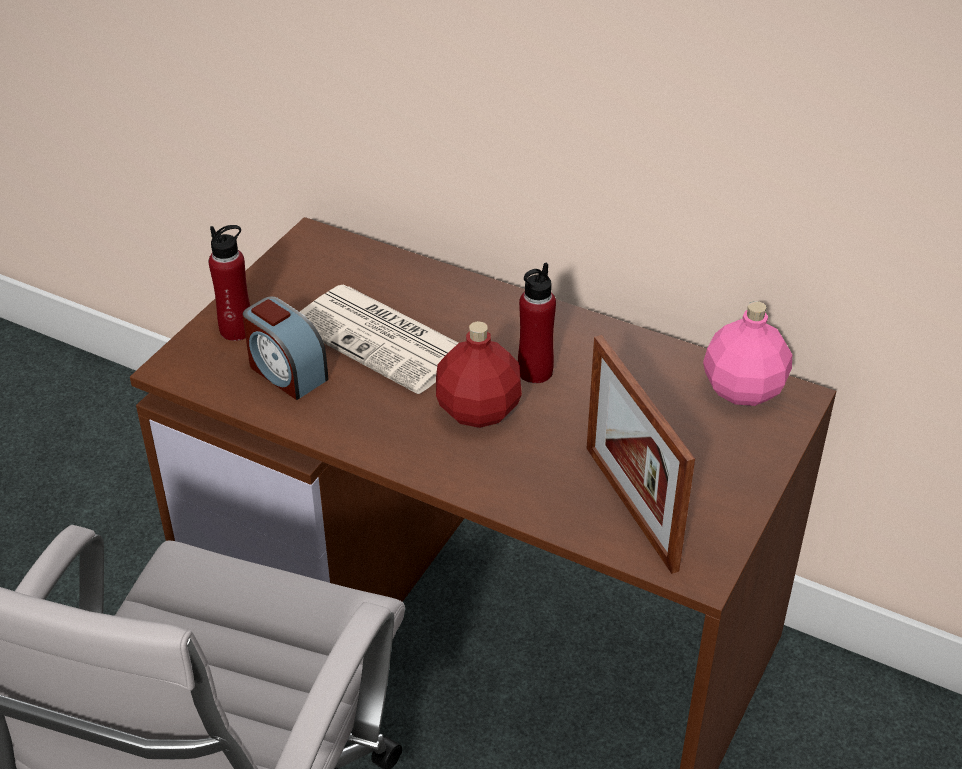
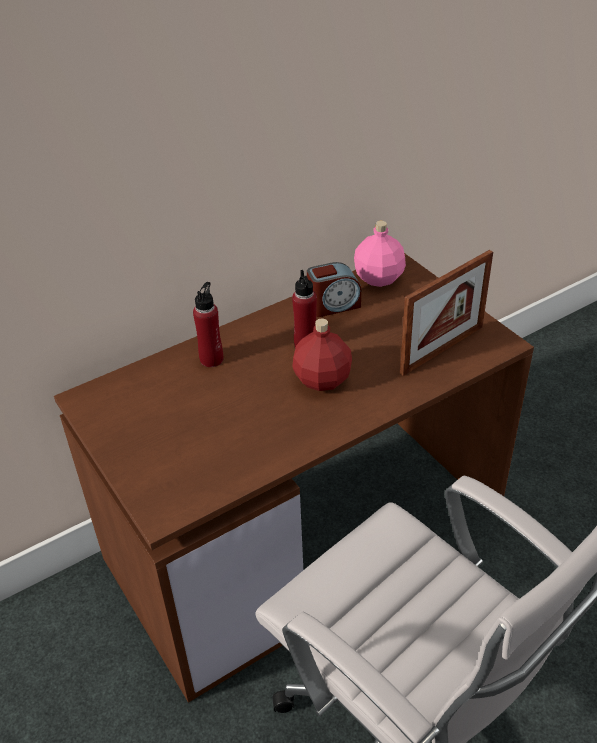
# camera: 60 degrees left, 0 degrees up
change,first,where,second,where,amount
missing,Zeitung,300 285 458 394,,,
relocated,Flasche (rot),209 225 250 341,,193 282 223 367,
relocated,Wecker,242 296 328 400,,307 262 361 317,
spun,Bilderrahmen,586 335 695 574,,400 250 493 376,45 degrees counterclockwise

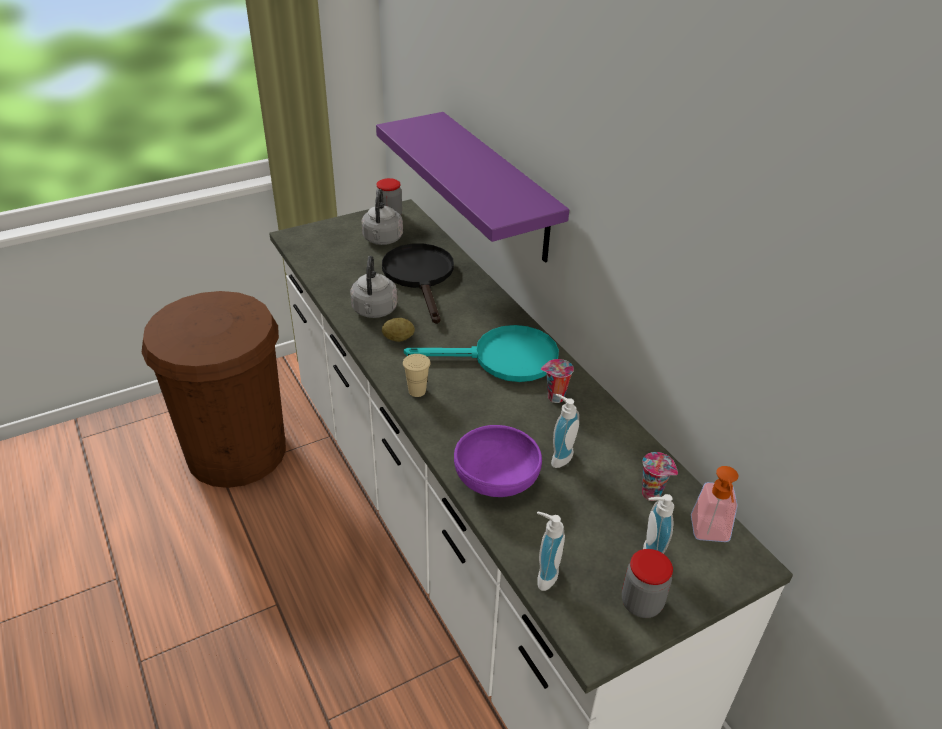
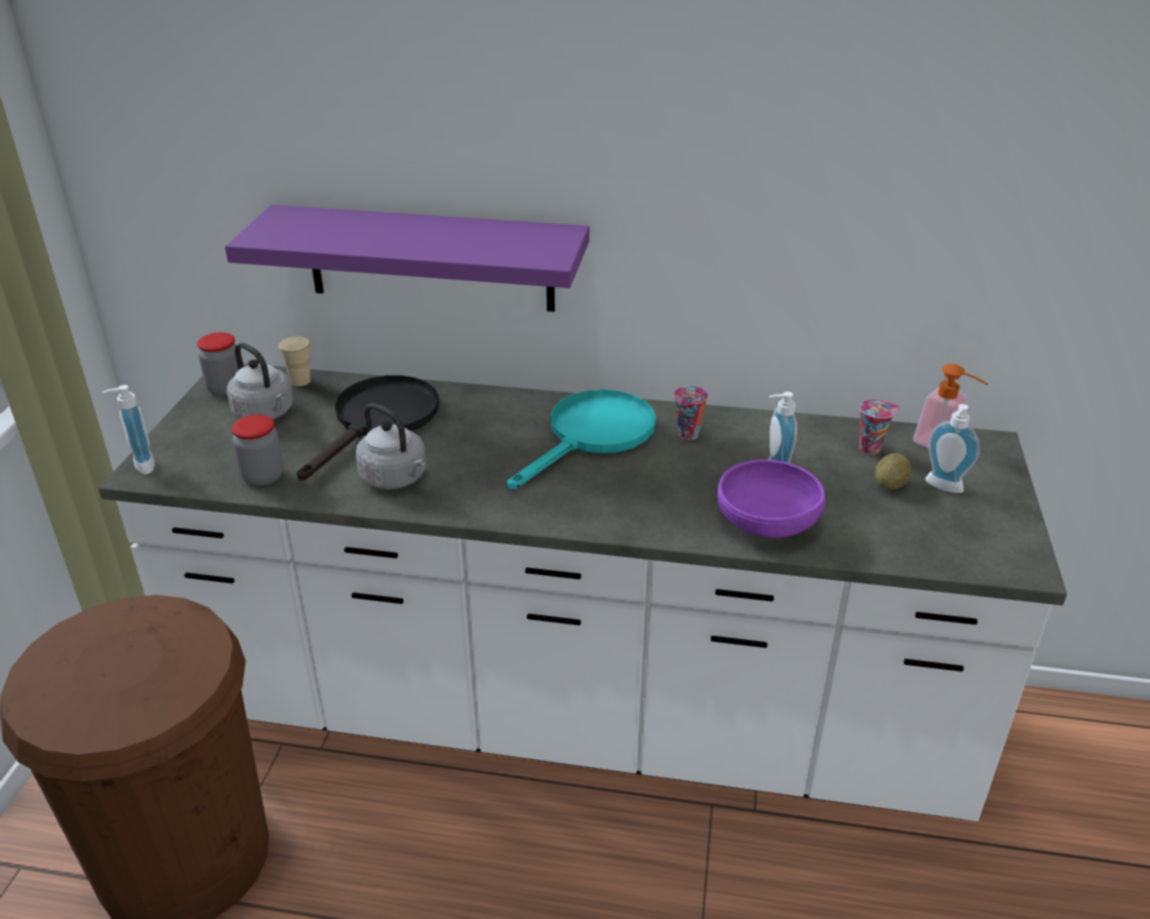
# camera: 50 degrees left, 5 degrees down
change,first,where,second,where,amount
relocated,Kartoffel,382 318 415 342,,875 453 911 490,
relocated,Tasse (beige),403 354 431 397,,279 337 310 386,
relocated,Seifenspender,537 511 565 591,,102 385 155 474,
relocated,Vorratsglas,622 549 673 618,,231 415 284 486,
spun,Pfanne (schwarz),382 243 454 324,,297 375 439 480,90 degrees clockwise

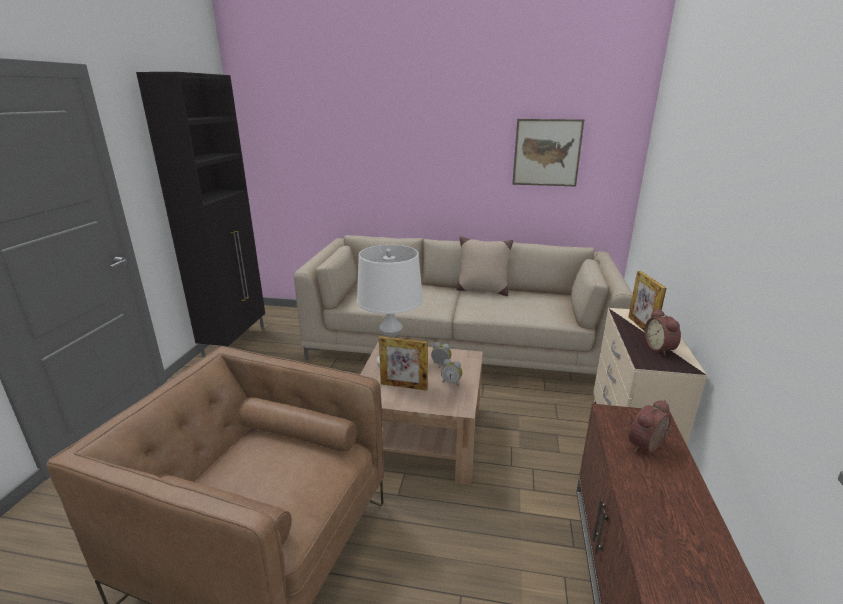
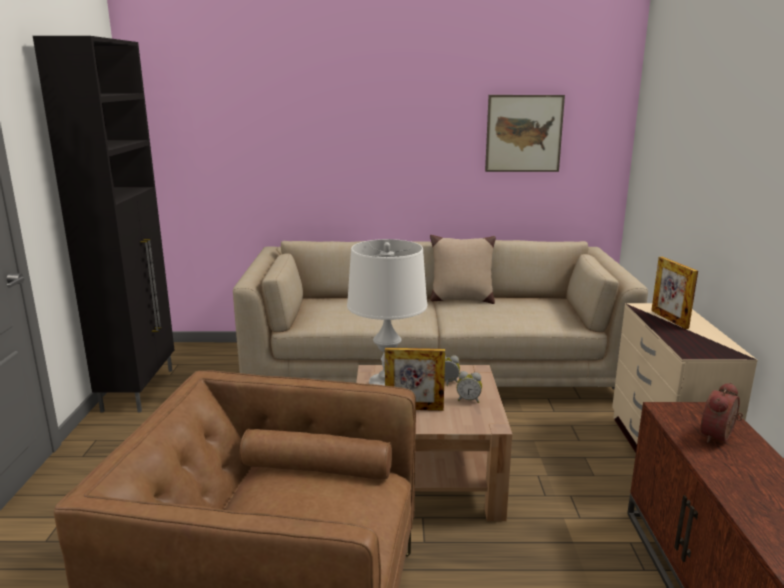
# camera: 10 degrees left, 5 degrees down
change,first,where,second,where,amount
missing,Wecker,644 308 681 356,,,

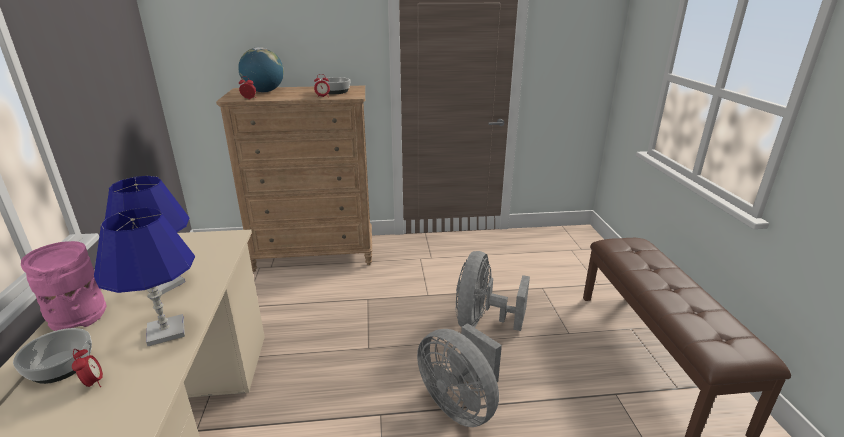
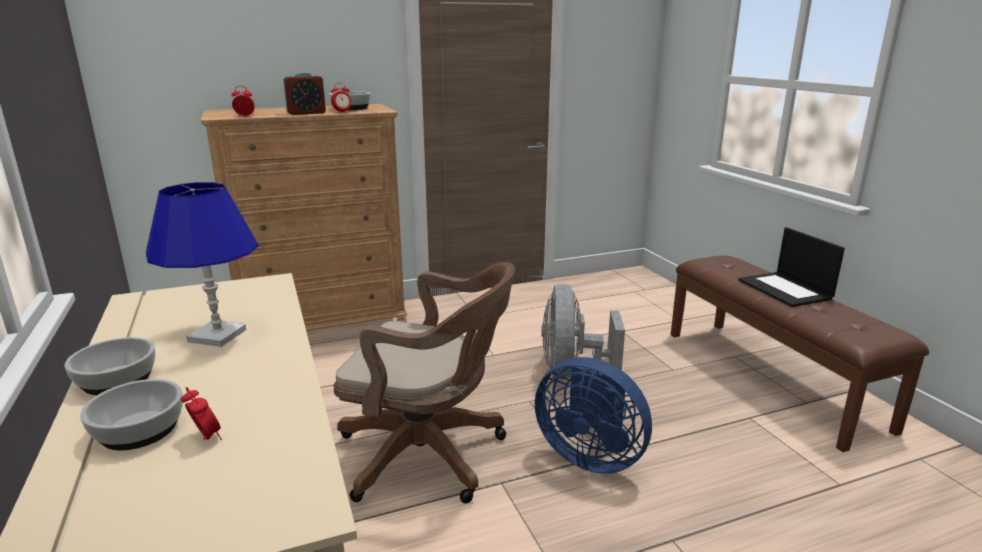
# camera: 15 degrees left, 5 degrees down
change,first,where,second,where,amount
missing,Tischlampe (blau),94 207 195 346,,,
missing,Globus,238 47 284 92,,,
appeared,,,Wecker,283 72 326 115,
appeared,,,Bürostuhl (braun),334 262 515 504,
appeared,,,Laptop,738 227 845 307,
exchanged,Vase (rosa),21 241 107 331,Schüssel,65 337 156 395,
colour,Ventilator (grau),417 323 502 427,Ventilator (blau),535 357 652 474,

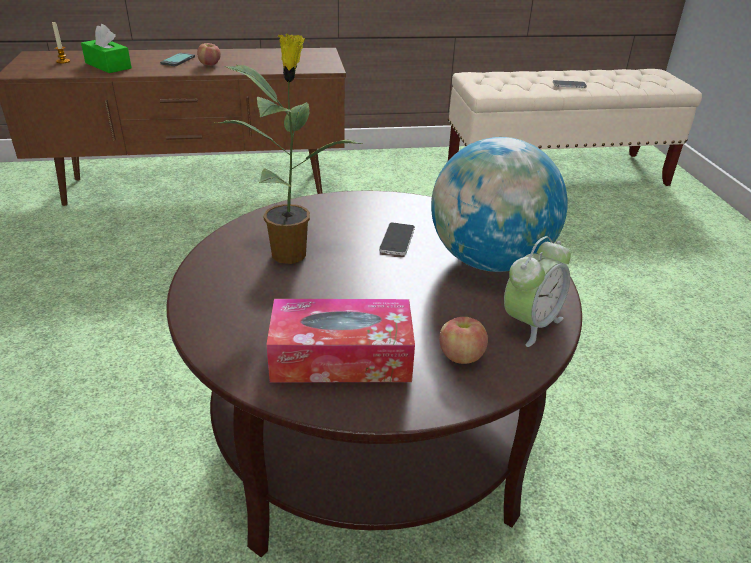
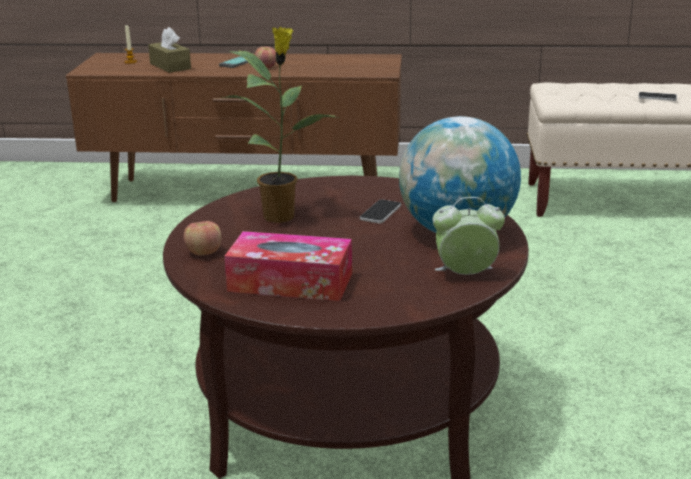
# camera: 15 degrees right, 10 degrees down
change,first,where,second,where,amount
relocated,Apfel,439 317 488 364,,183 221 222 255,
colour,Taschentuchbox (grün),81 24 132 73,Taschentuchbox (braun),148 27 191 73,
spun,Wecker,504 236 571 347,,433 197 505 275,150 degrees counterclockwise

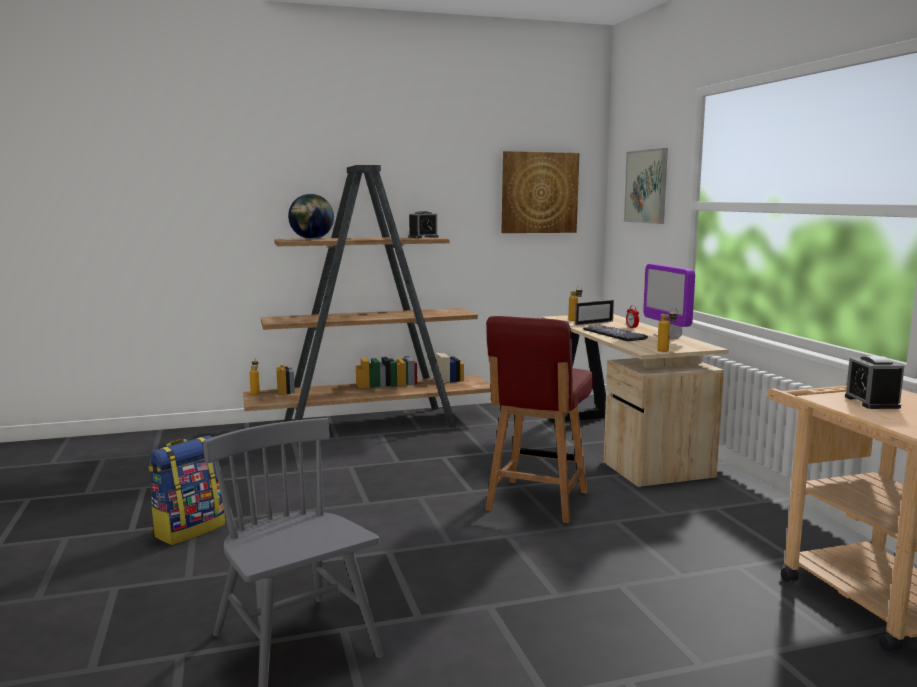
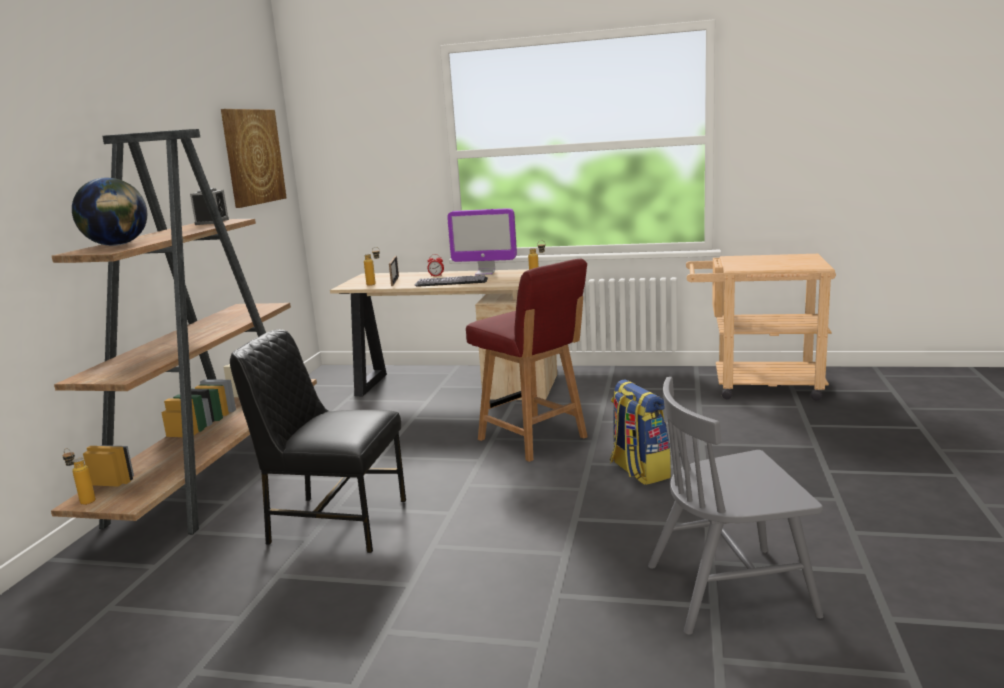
# camera: 60 degrees left, 5 degrees up
change,first,where,second,where,amount
missing,Bild,624 148 668 224,,,
missing,Wecker,845 356 904 409,,,
appeared,,,Stuhl (schwarz),230 329 406 553,
relocated,Rucksack,149 436 225 545,,610 379 671 485,

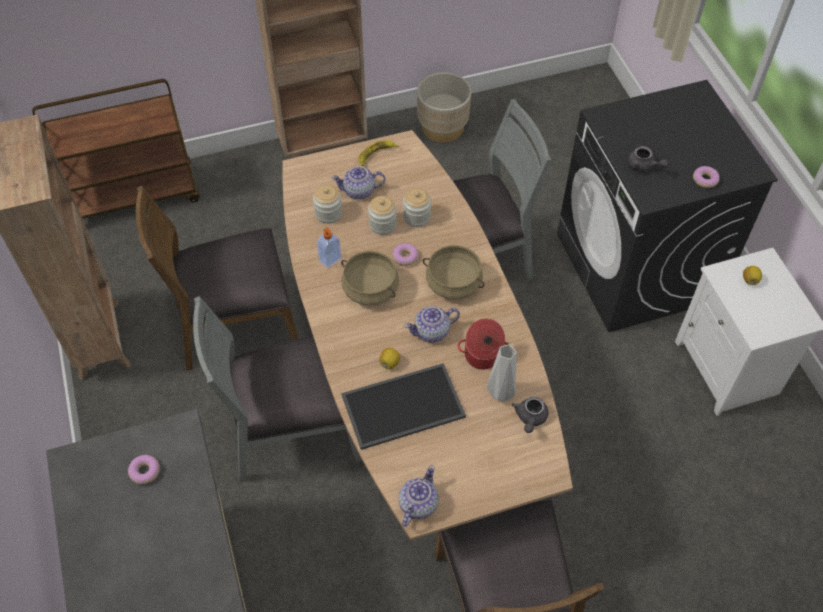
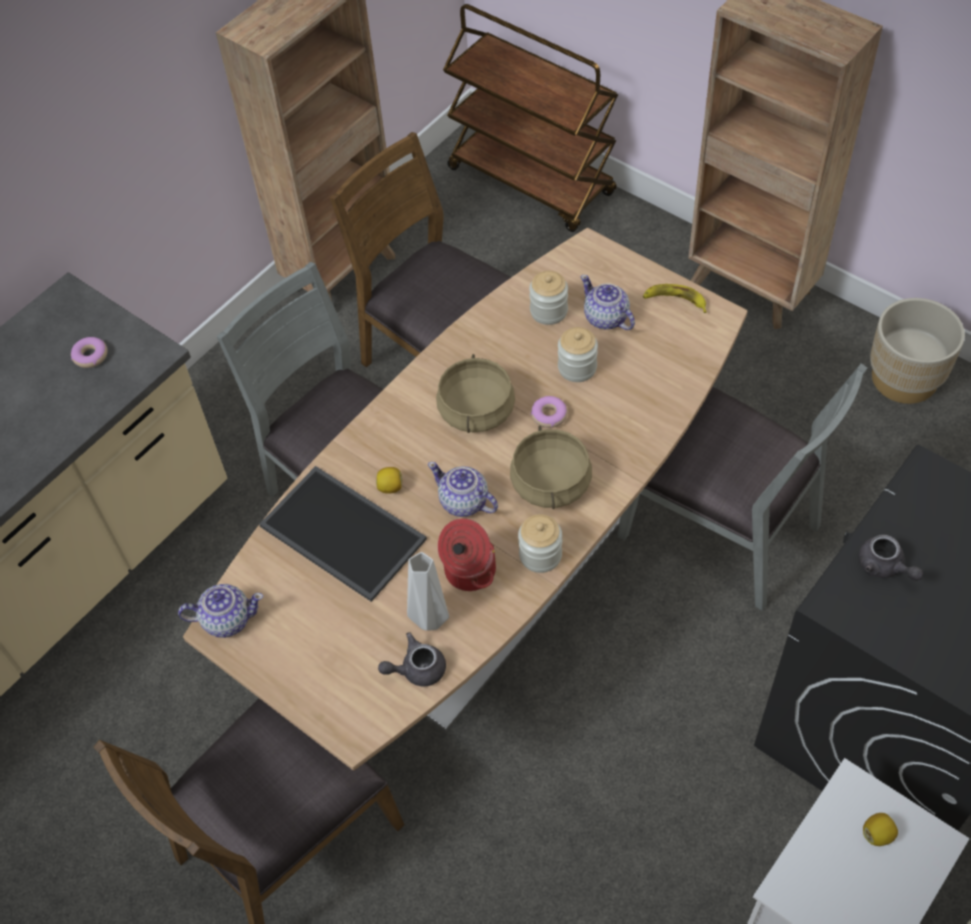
# camera: 60 degrees right, 0 degrees up
change,first,where,second,where,amount
missing,Seifenspender,317 228 342 269,,,
missing,Donut,693 166 720 188,,,
relocated,Vorratsglas,403 188 431 227,,518 514 562 573,
spun,Teekanne (grau),628 146 669 172,,858 535 923 581,45 degrees counterclockwise

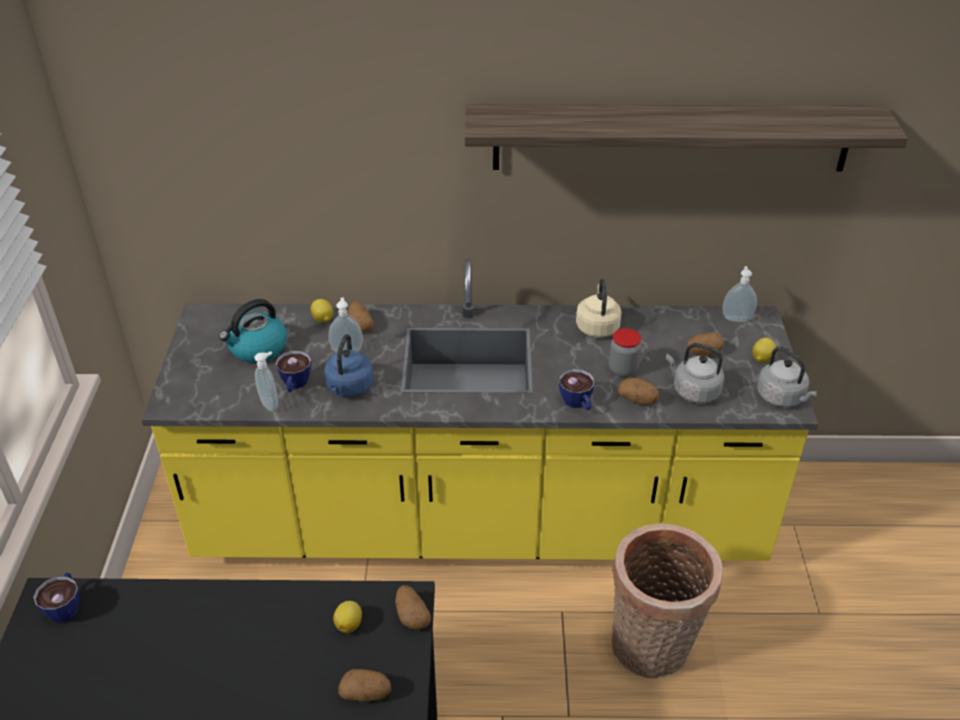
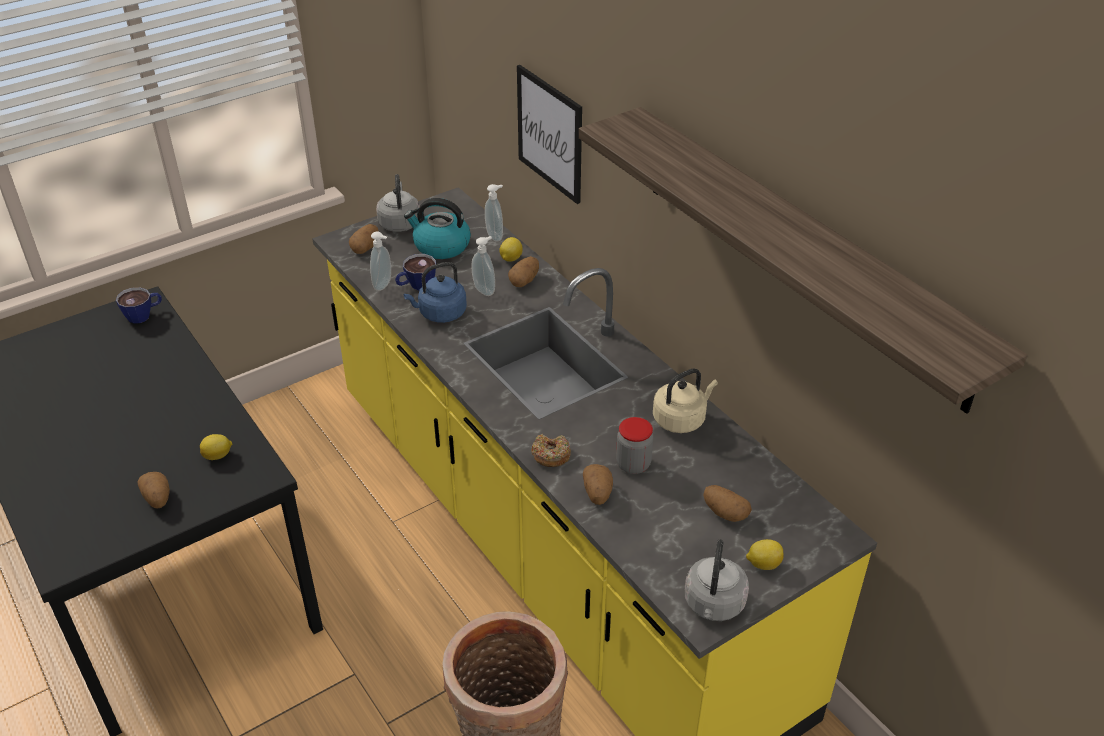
# camera: 55 degrees right, 0 degrees up
change,first,where,second,where,amount
appeared,,,Bild,517 65 582 204,
relocated,Kartoffel,395 585 431 629,,349 224 379 254,
relocated,Wasserkessel (grau),666 343 724 403,,376 174 420 232,
relocated,Seifenspender,723 266 757 322,,485 184 503 242,
exchanged,Tasse,559 369 594 411,Donut,531 434 571 467,

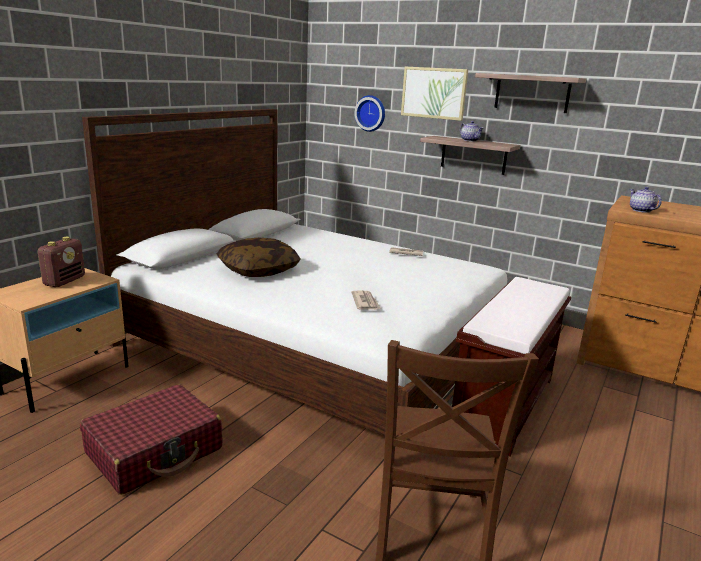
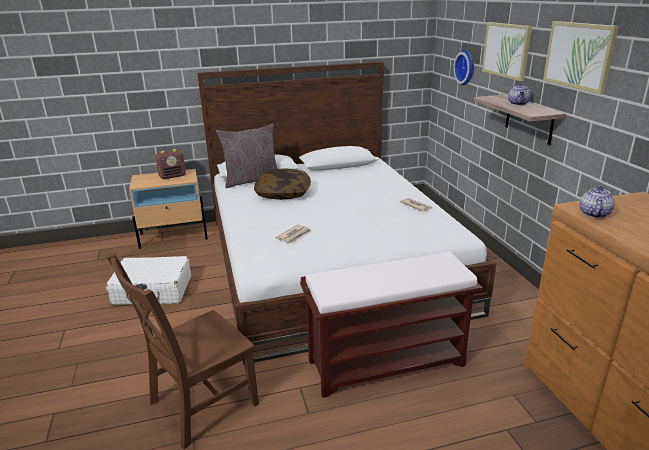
# camera: 45 degrees right, 5 degrees up
change,first,where,second,where,amount
appeared,,,Kissen (grau),216 124 278 188,
exchanged,Wandregal,475 73 586 113,Bild,543 21 619 94,
colour,Koffer (rot),80 385 222 495,Koffer (weiß),106 256 191 307,

